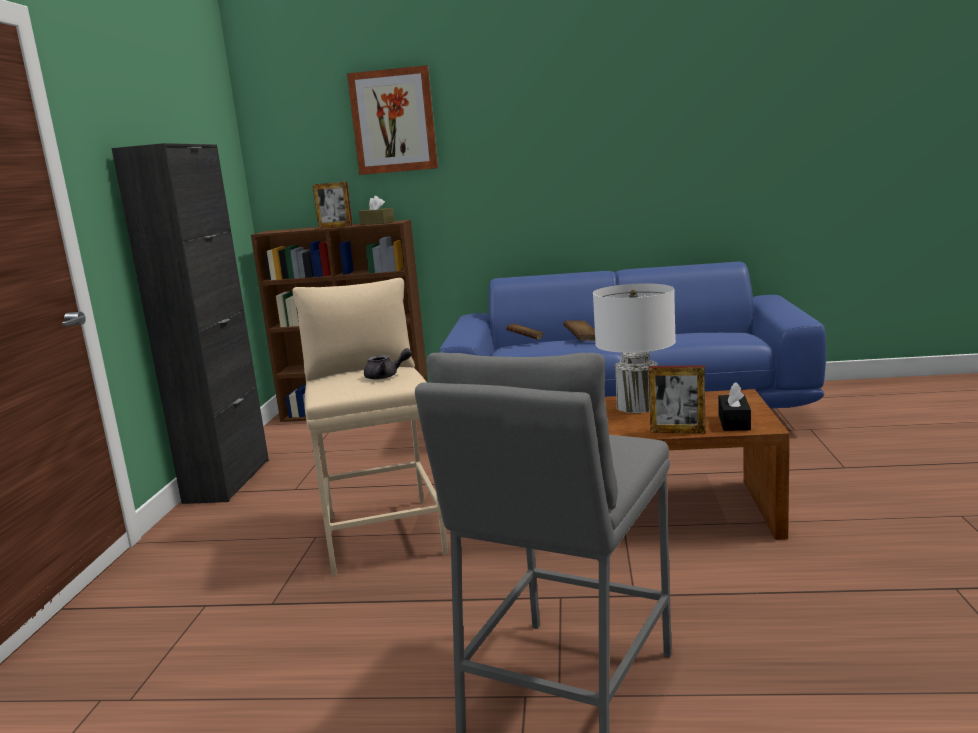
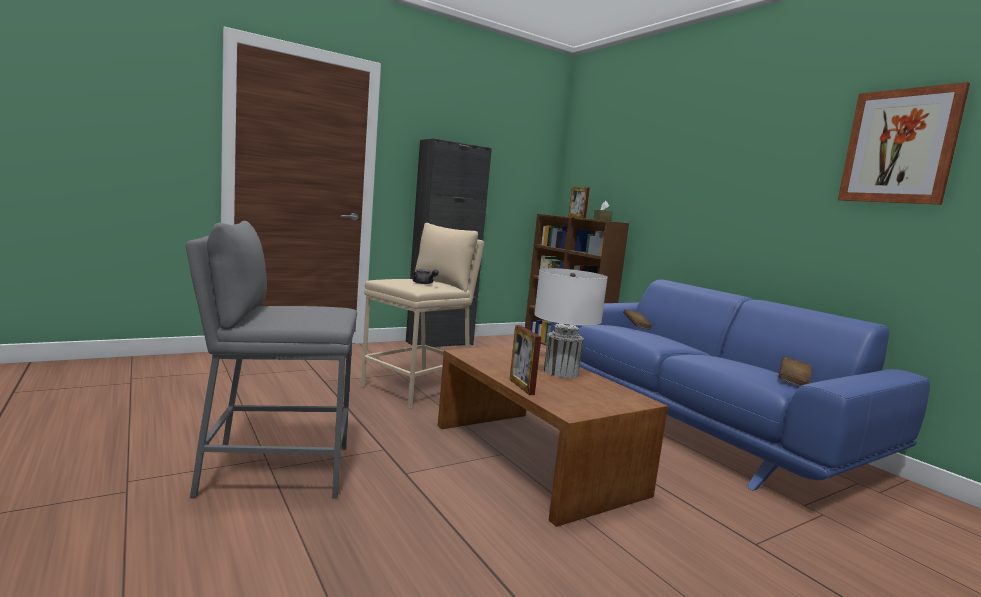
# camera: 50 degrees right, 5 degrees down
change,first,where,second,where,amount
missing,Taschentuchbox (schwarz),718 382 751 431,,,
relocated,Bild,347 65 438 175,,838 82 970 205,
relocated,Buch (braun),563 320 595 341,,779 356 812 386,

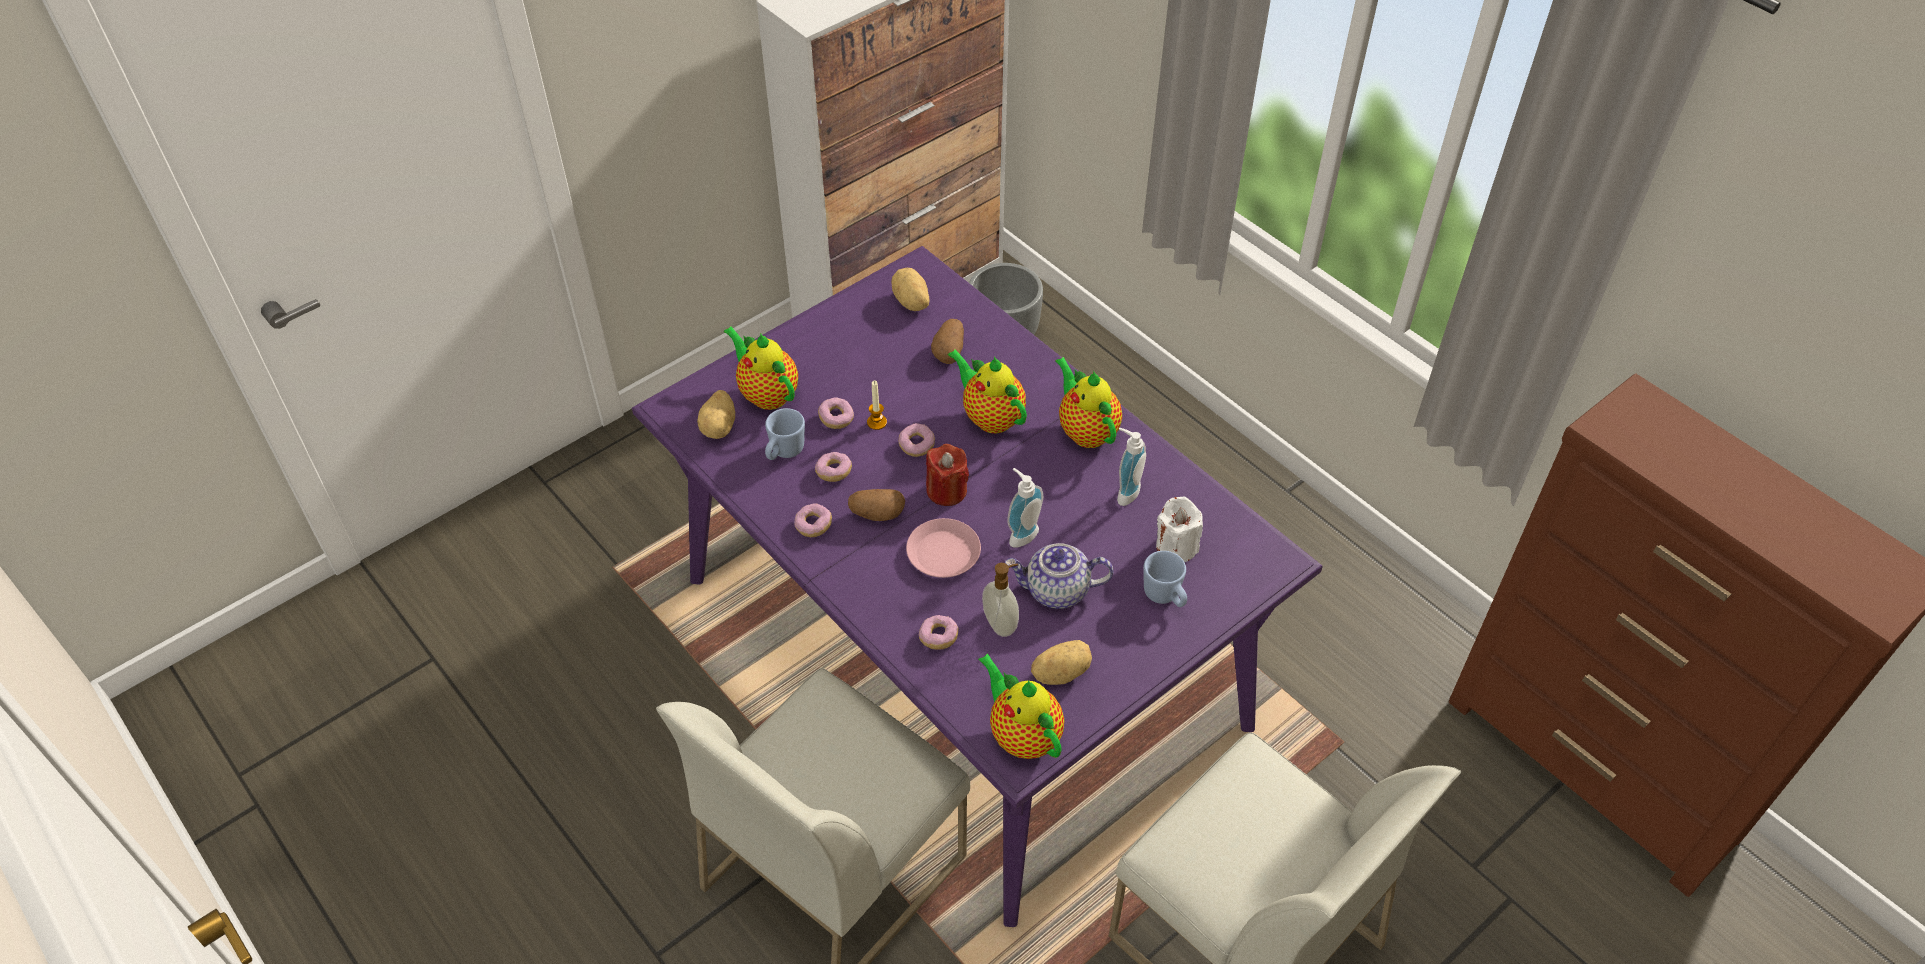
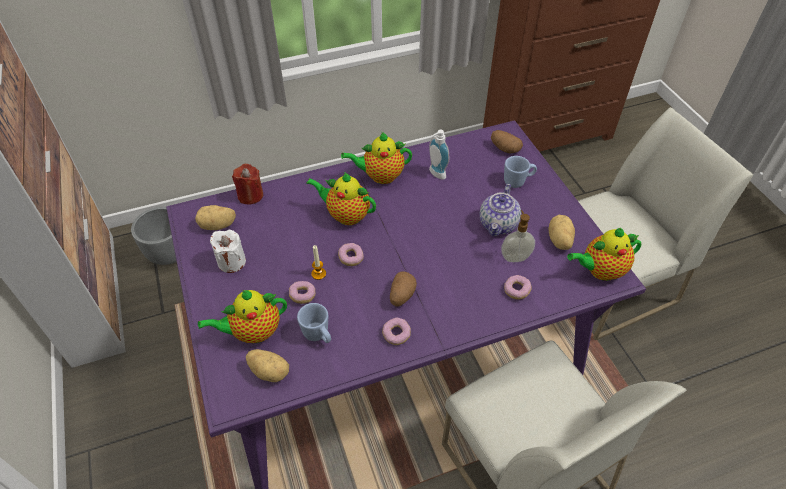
# camera: 70 degrees left, 0 degrees up
change,first,where,second,where,amount
missing,Donut,815 452 852 482,,,
missing,Teller (rosa),906 518 981 578,,,
missing,Seifenspender,1007 468 1043 548,,,
relocated,Kerze (rot),926 444 969 506,,232 164 263 205,
relocated,Kartoffel,931 319 964 364,,491 130 523 154,
relocated,Kerze (weiß),1156 497 1203 562,,210 230 246 273,
spun,Teekanne,948 350 1027 433,,306 173 376 225,45 degrees clockwise

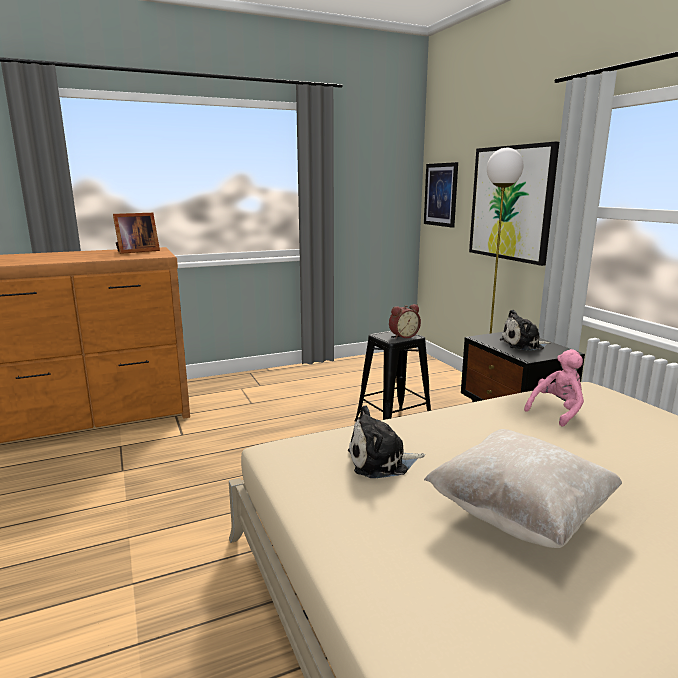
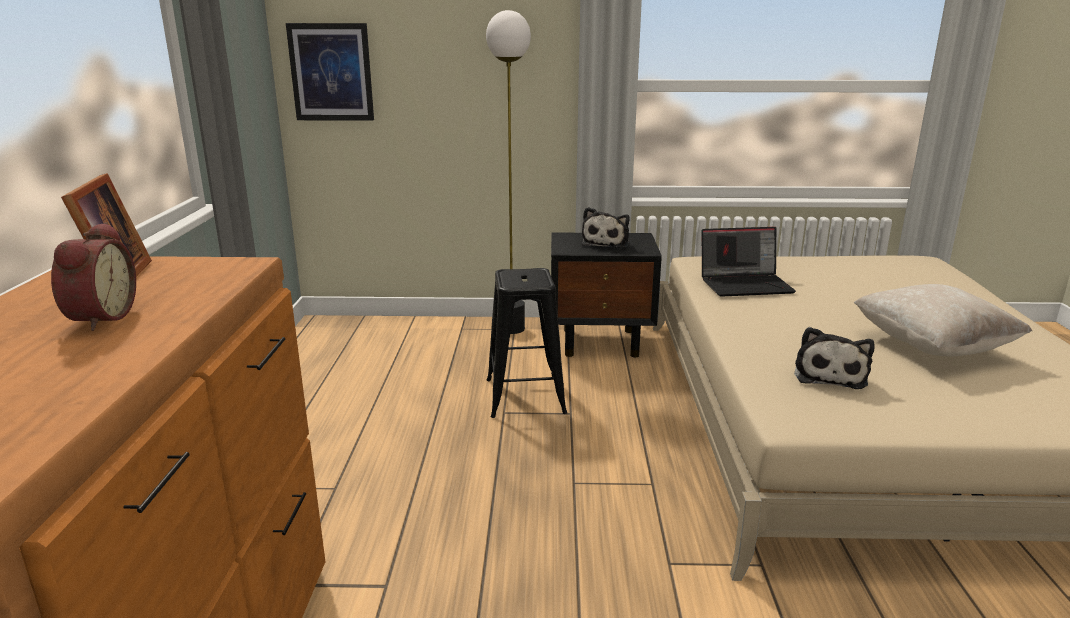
# camera: 65 degrees left, 5 degrees up
change,first,where,second,where,amount
missing,Bild,469 142 559 266,,,
relocated,Wecker,389 304 421 339,,51 222 136 331,
exchanged,Plüschtier (rosa),524 349 584 427,Laptop,702 227 796 297,

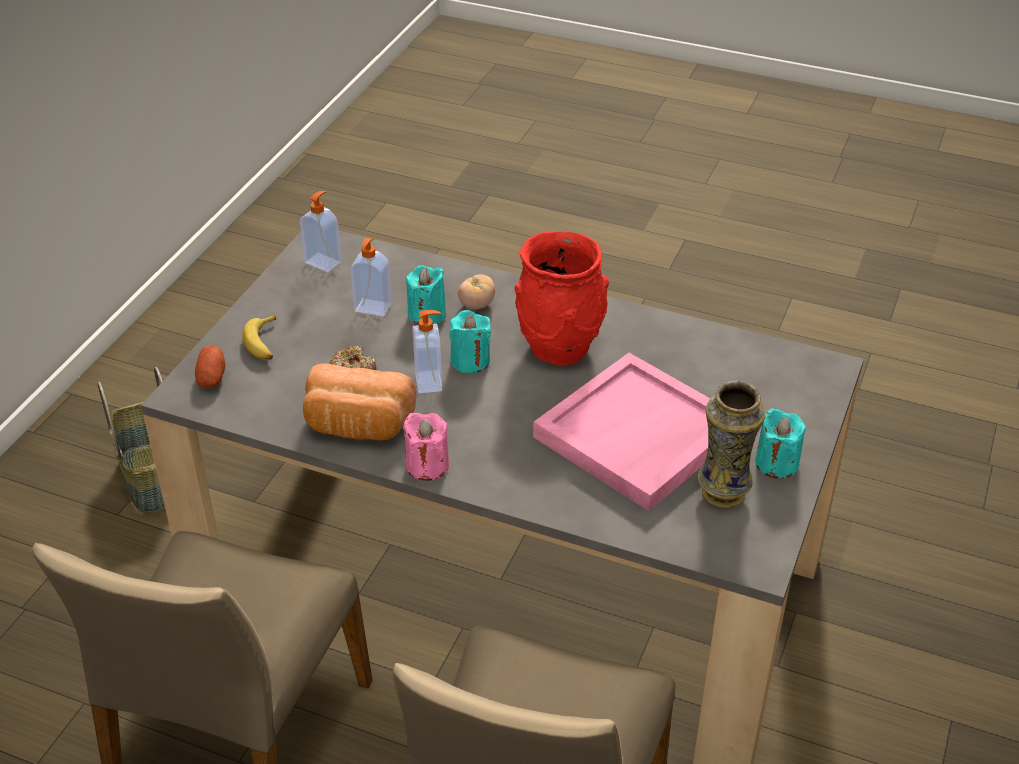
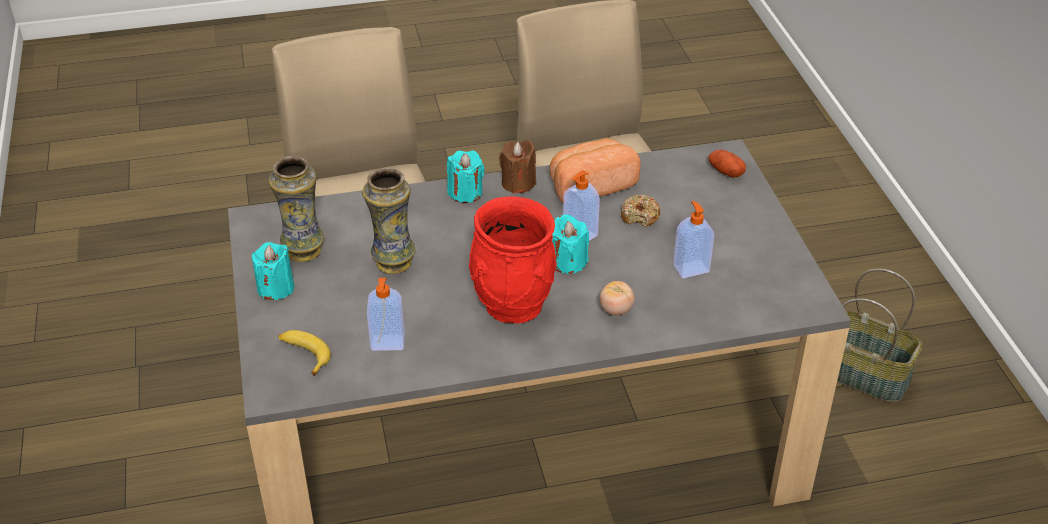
# camera: 145 degrees right, 0 degrees up
change,first,where,second,where,amount
relocated,Banane,242 315 276 360,,279 330 331 376,
relocated,Seifenspender,300 191 342 272,,367 278 405 351,
relocated,Kerze (türkis),406 265 446 325,,447 151 485 203,
exchanged,Tablett (rosa),533 353 710 511,Vase,362 168 415 274,
colour,Kerze (rosa),403 413 449 481,Kerze (braun),499 140 536 194,

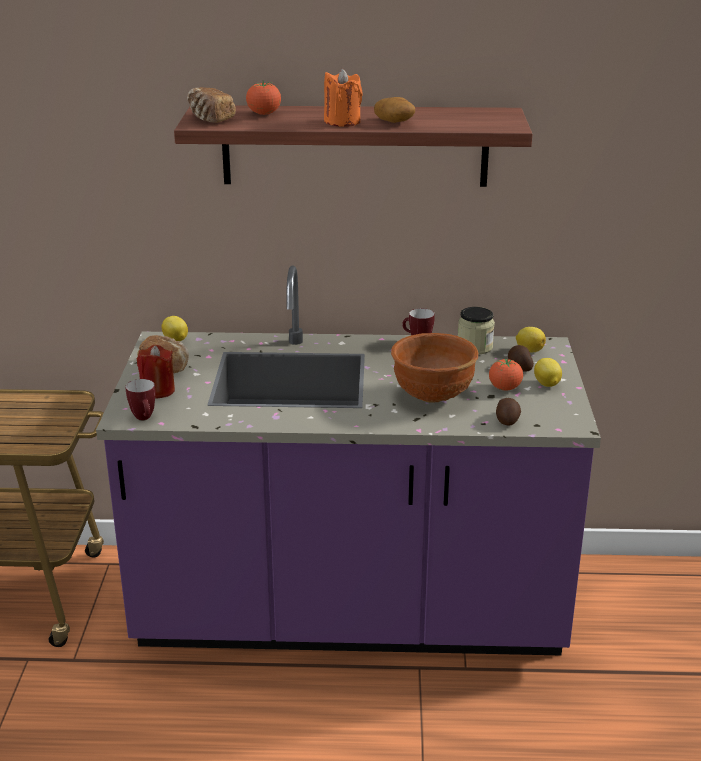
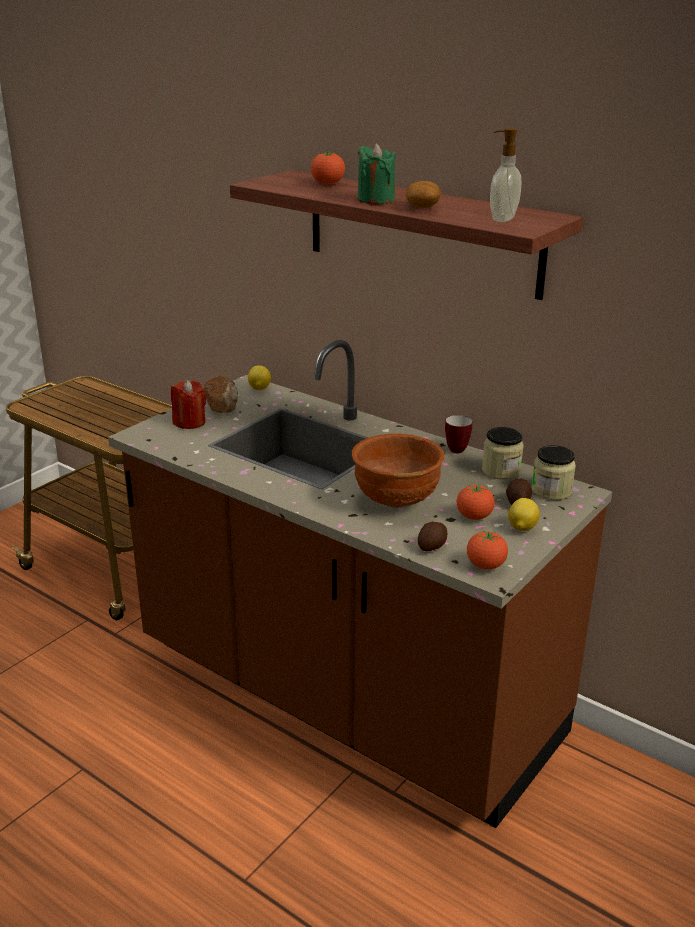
# camera: 35 degrees right, 0 degrees up
change,first,where,second,where,amount
missing,Henkelbecher,125 379 156 420,,,
missing,Brot,187 87 236 123,,,
appeared,,,Tomate,467 531 508 570,
appeared,,,Seifenspender,490 128 522 222,
exchanged,Zitrone,516 327 546 352,Vorratsglas,532 445 576 500,
colour,Küchenzeile (lila),96 266 601 655,Küchenzeile (braun),108 340 612 828,
colour,Kerze (orange),324 69 363 127,Kerze (grün),358 143 395 204,

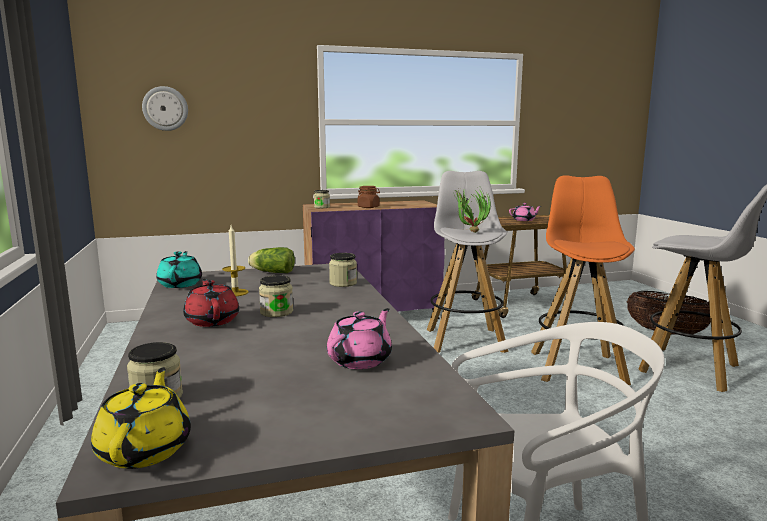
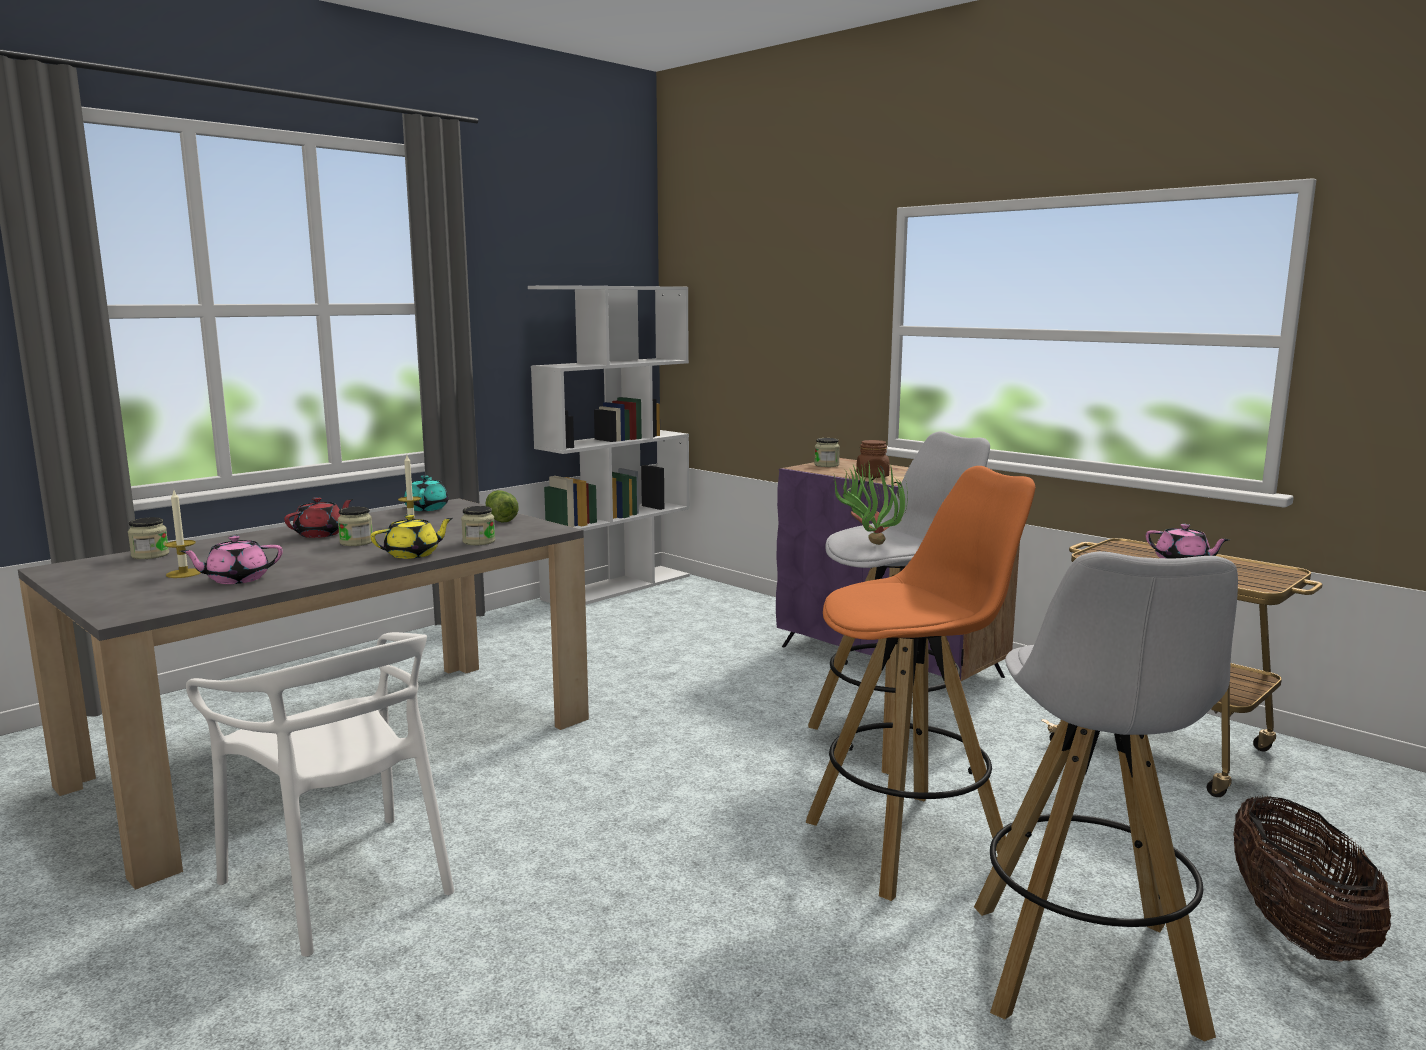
# camera: 60 degrees right, 0 degrees up
change,first,where,second,where,amount
missing,Wanduhr,142 86 188 131,,,
appeared,,,Kerze,165 491 201 578,
appeared,,,Bücherregal (weiß),528 285 690 605,
relocated,Teekanne (gelb),91 367 191 469,,371 514 453 559,
spun,Teekanne (türkis),156 251 202 288,,404 475 448 511,60 degrees counterclockwise
spun,Teekanne (rosa),327 308 392 369,,180 535 283 584,150 degrees clockwise

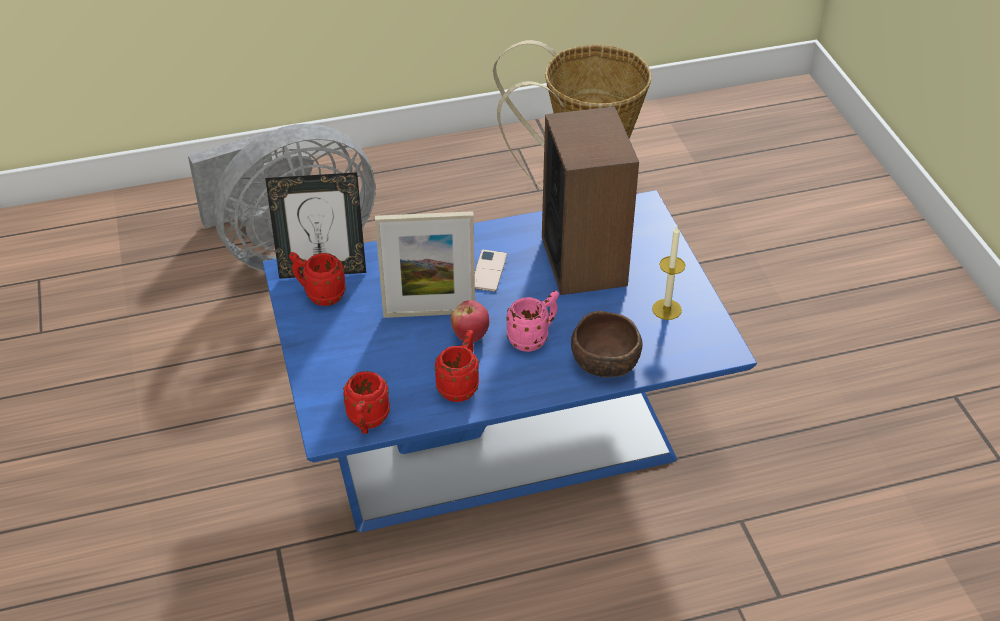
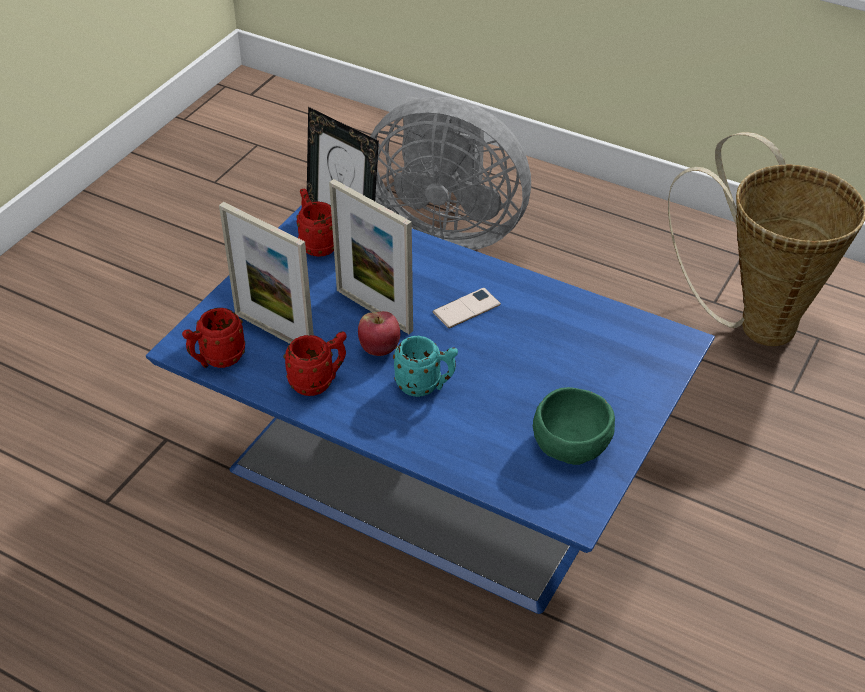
# camera: 45 degrees right, 0 degrees up
change,first,where,second,where,amount
missing,Lautsprecher,542 106 639 295,,,
missing,Schüssel (braun),571 311 643 377,,,
appeared,,,Bilderrahmen,219 202 314 344,
exchanged,Kerze,652 226 686 320,Schüssel (grün),533 387 615 465,
colour,Henkelbecher (rosa),506 291 559 352,Henkelbecher (türkis),393 336 458 397,

